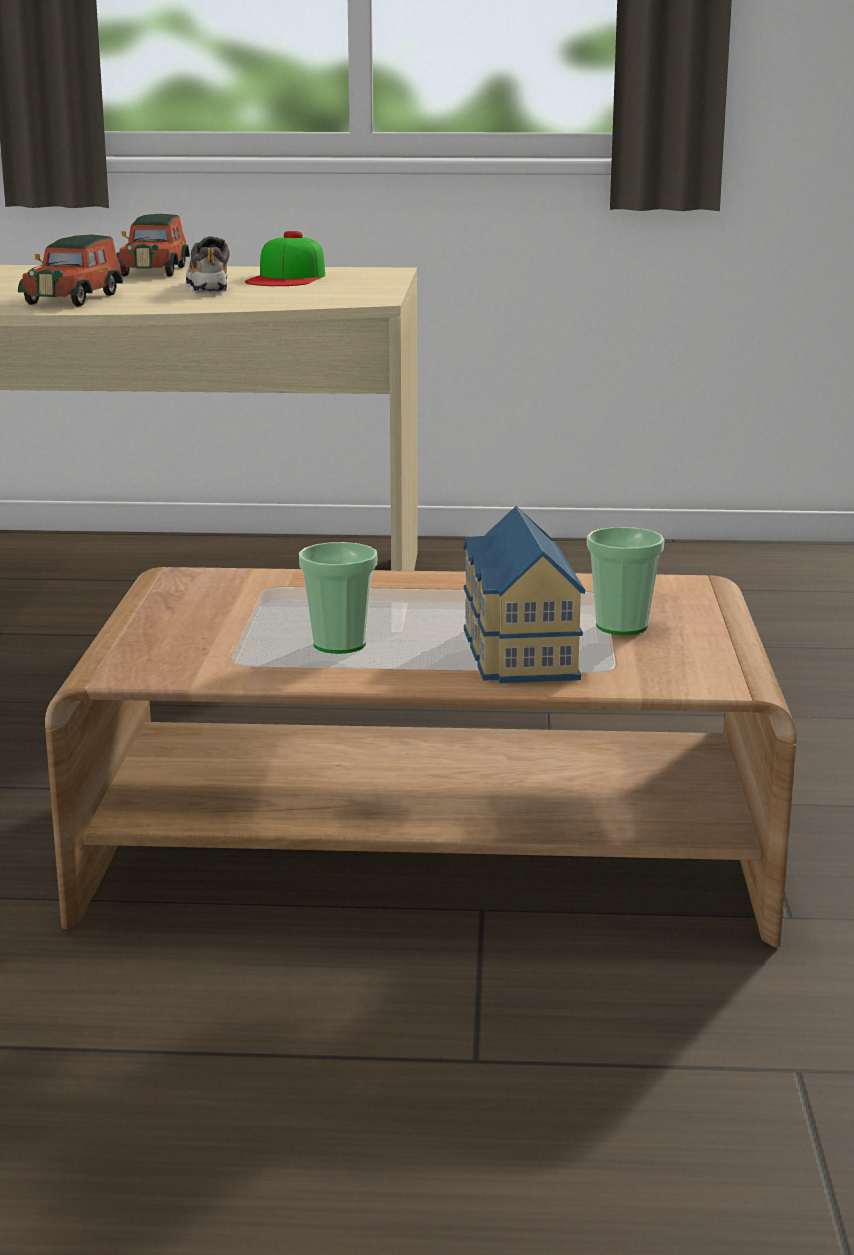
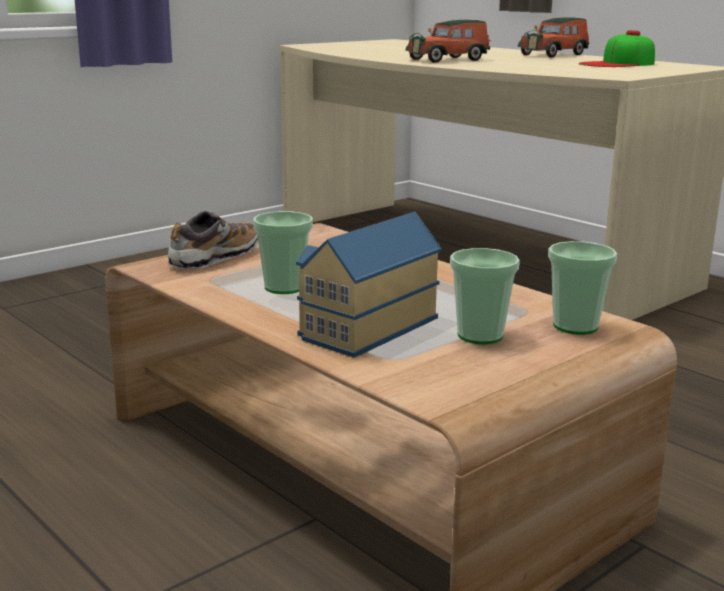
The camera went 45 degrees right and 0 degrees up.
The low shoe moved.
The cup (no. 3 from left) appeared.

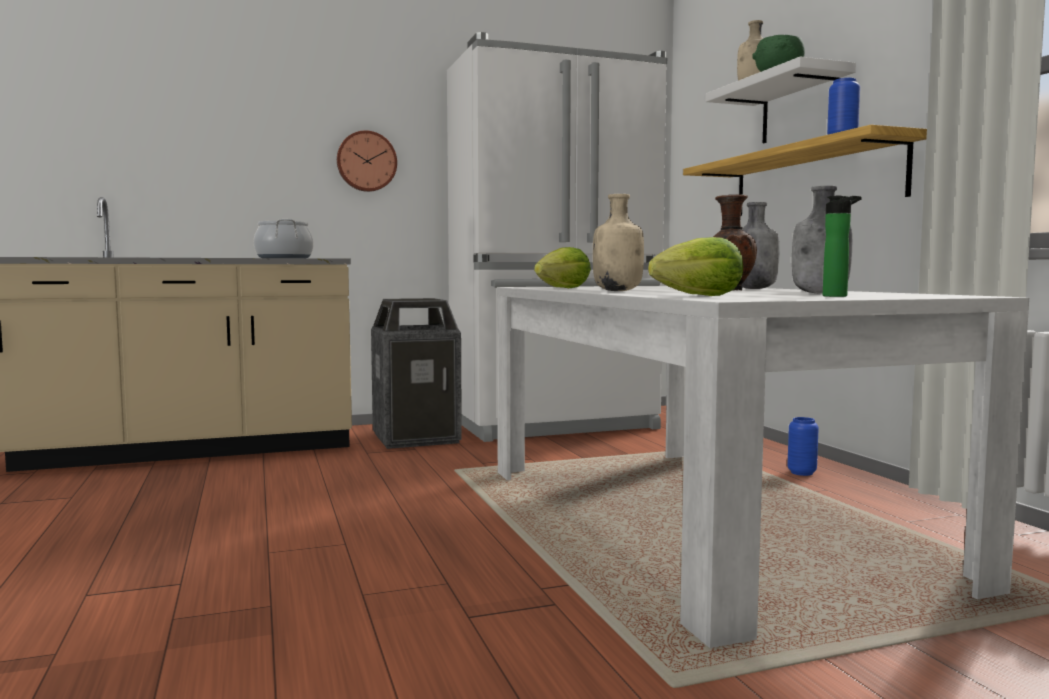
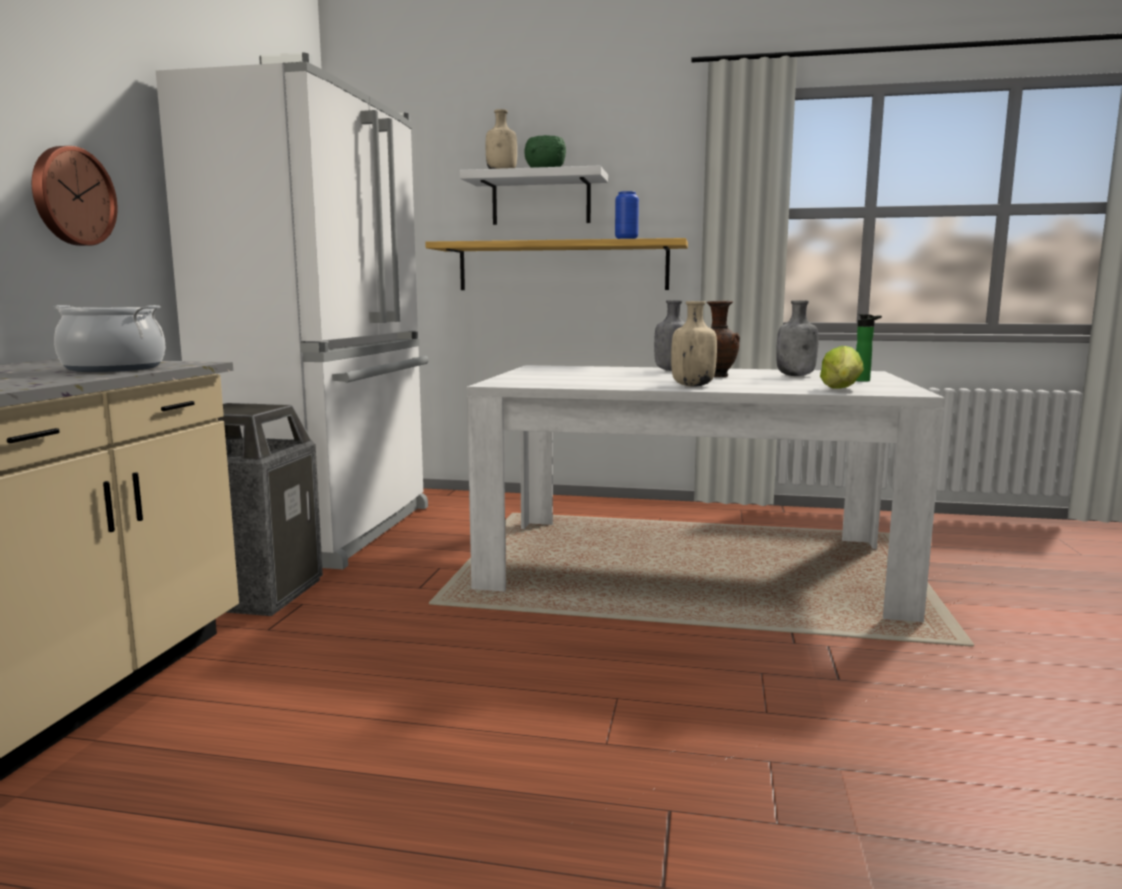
The camera went 60 degrees left and 5 degrees up.
The lettuce (no. 1 from left) disappeared.
The blue-coloured decorative vase (no. 1 from left) disappeared.

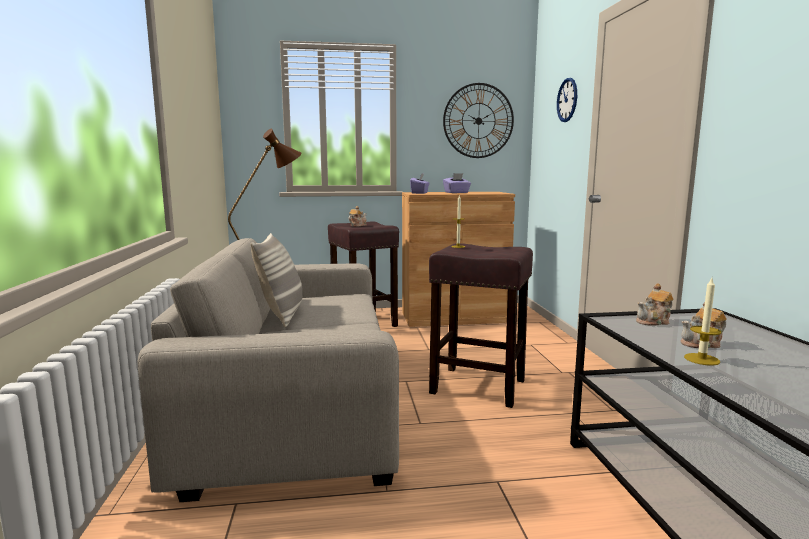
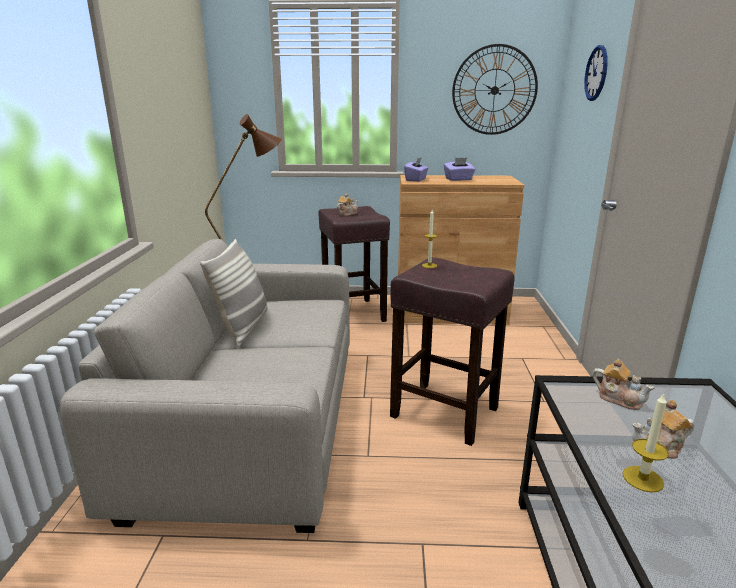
The camera went 10 degrees right and 10 degrees up.
The pot for tea (no. 2 from left) turned 120 degrees counterclockwise.

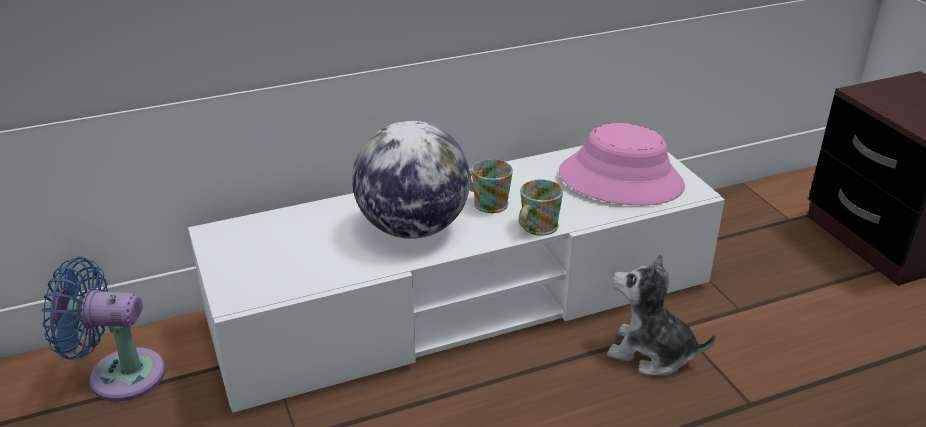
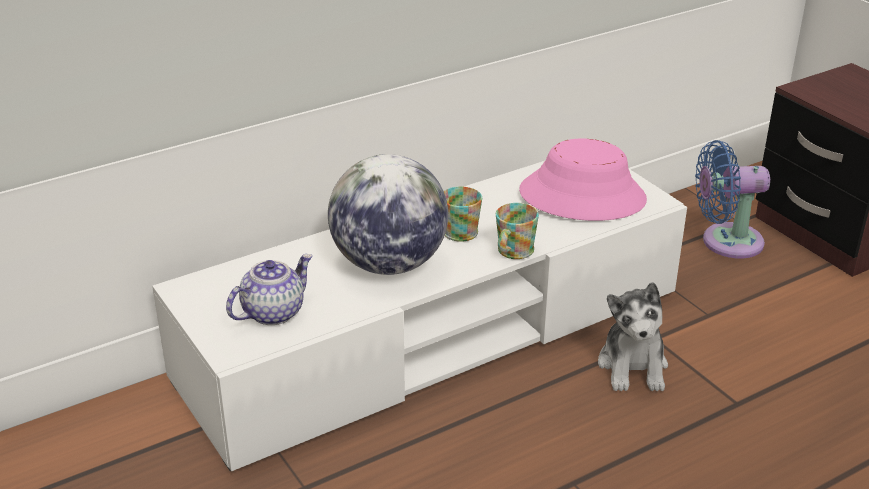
The camera went 10 degrees left and 0 degrees up.
The plush toy turned 105 degrees counterclockwise.
The blue-coloured fan moved.
The pot for tea appeared.

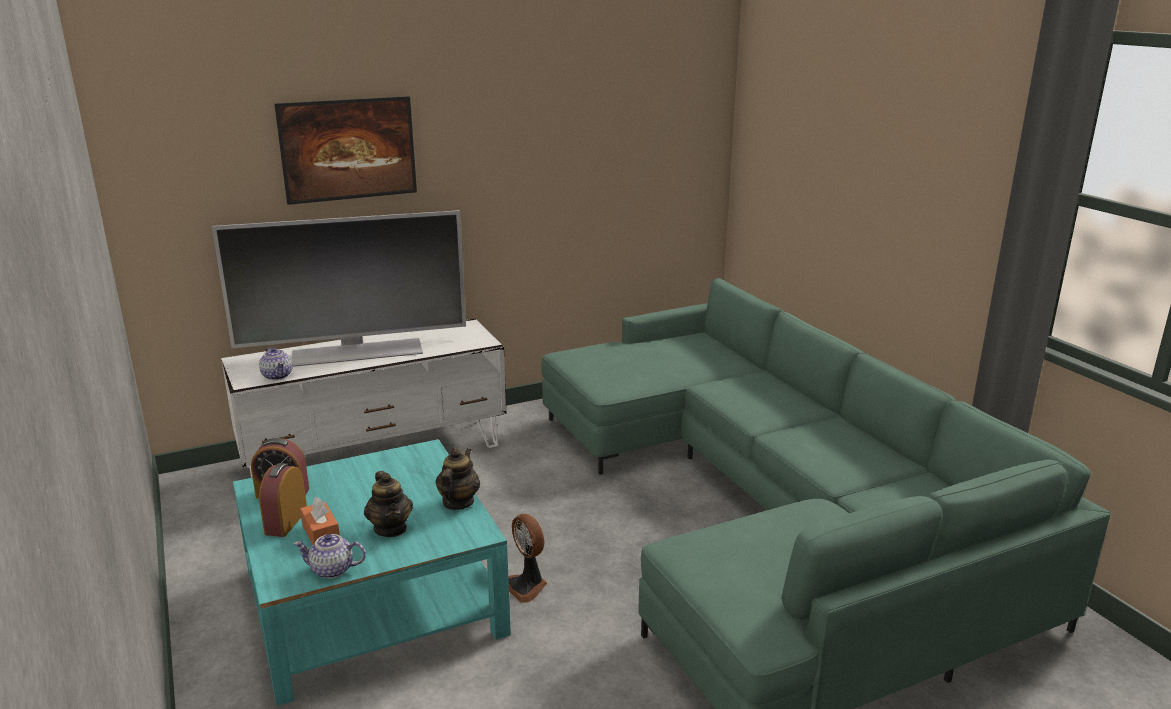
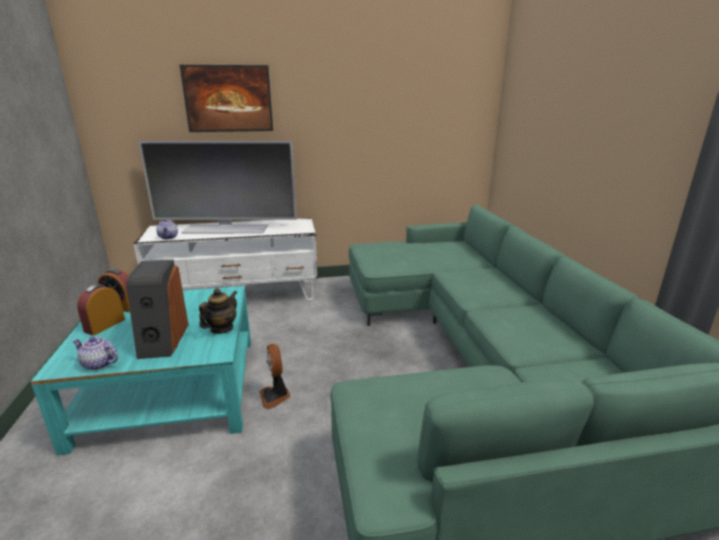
The camera went 15 degrees right and 0 degrees up.
The pot for tea (no. 3 from left) was replaced by the audio speaker.
The orange-coloured tissue box disappeared.

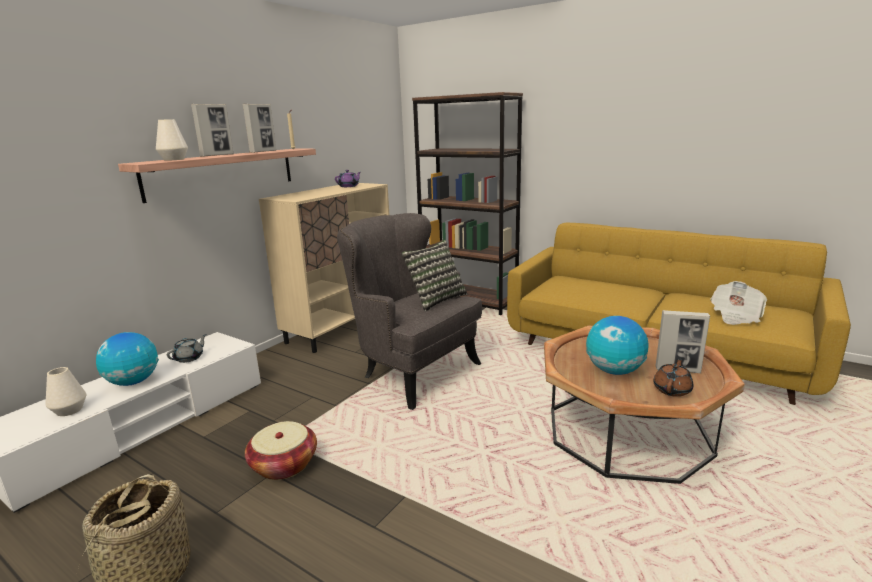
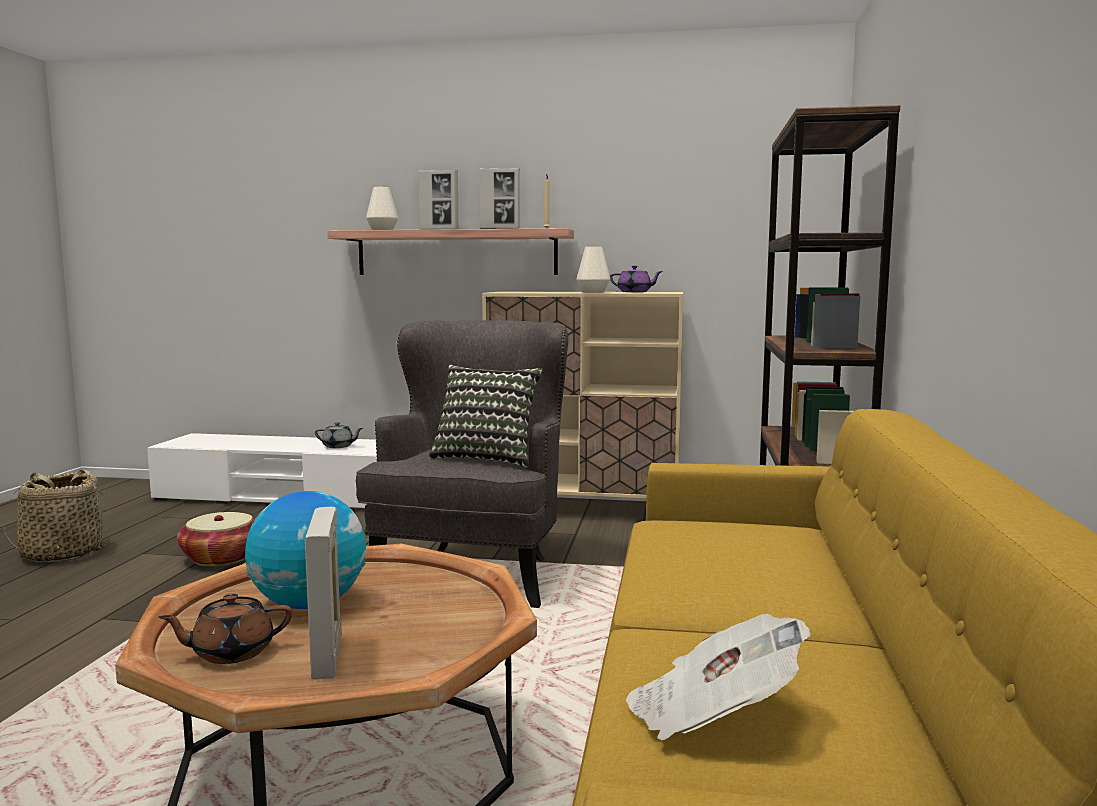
The camera went 65 degrees right and 10 degrees down.
The world globe (no. 1 from left) disappeared.
The brown pot for tea turned 150 degrees clockwise.
The whitish decorative vase (no. 1 from left in the first image) moved.

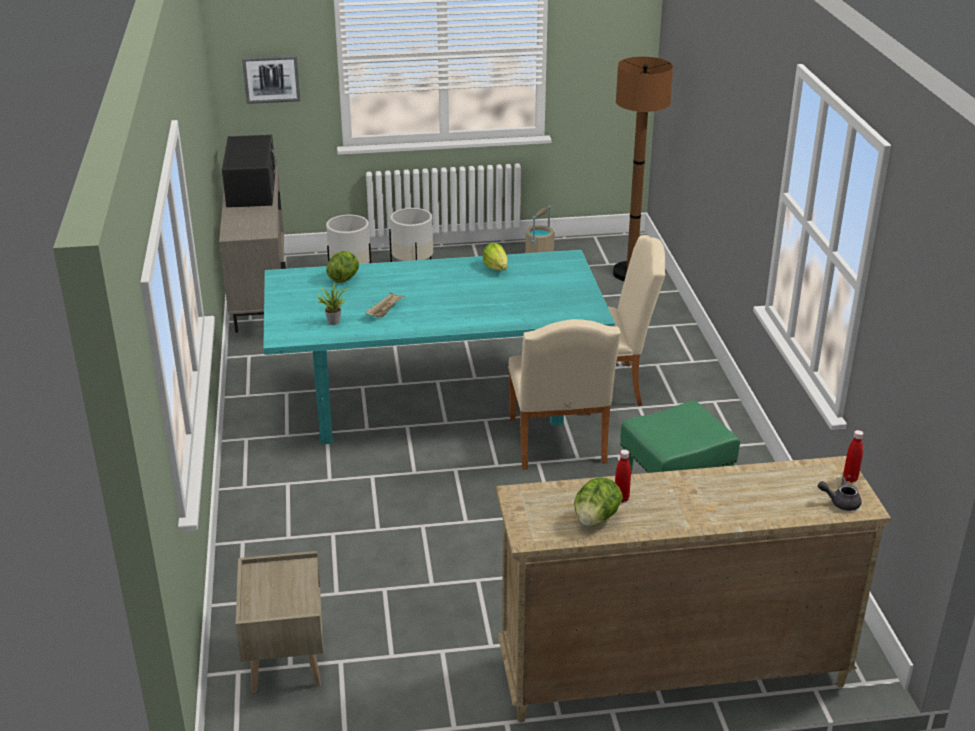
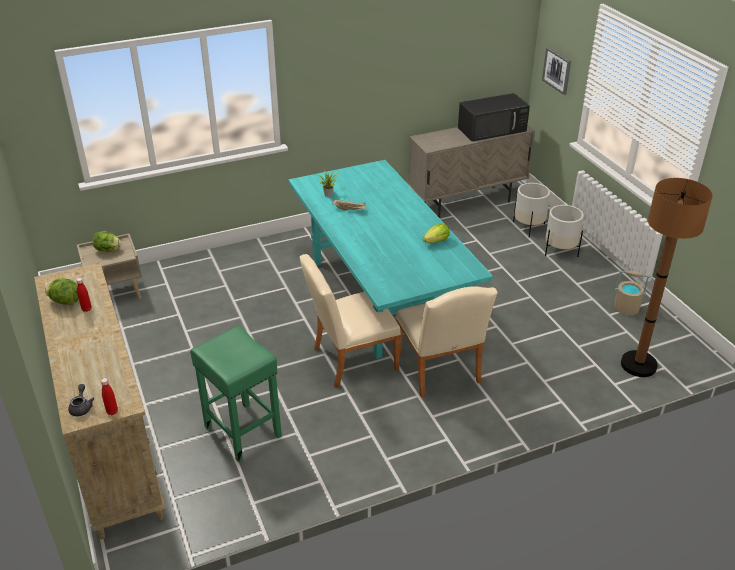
The camera went 75 degrees right and 5 degrees up.
The lettuce (no. 1 from left in the first image) moved.

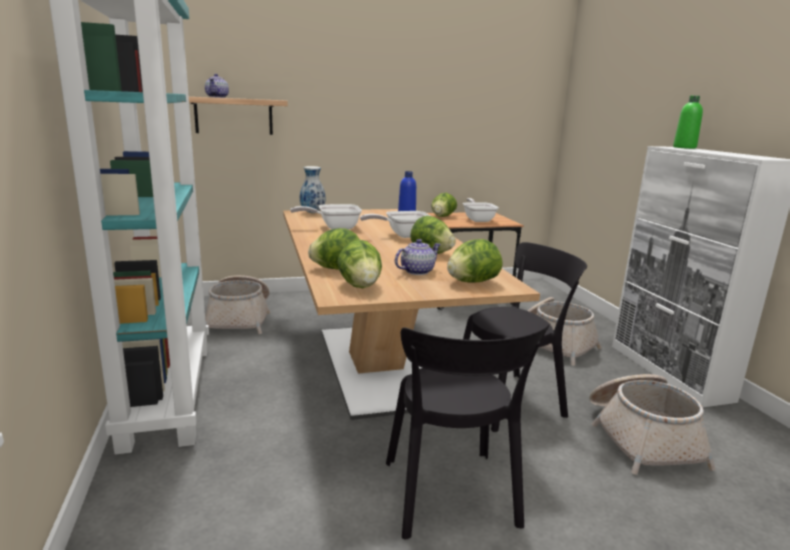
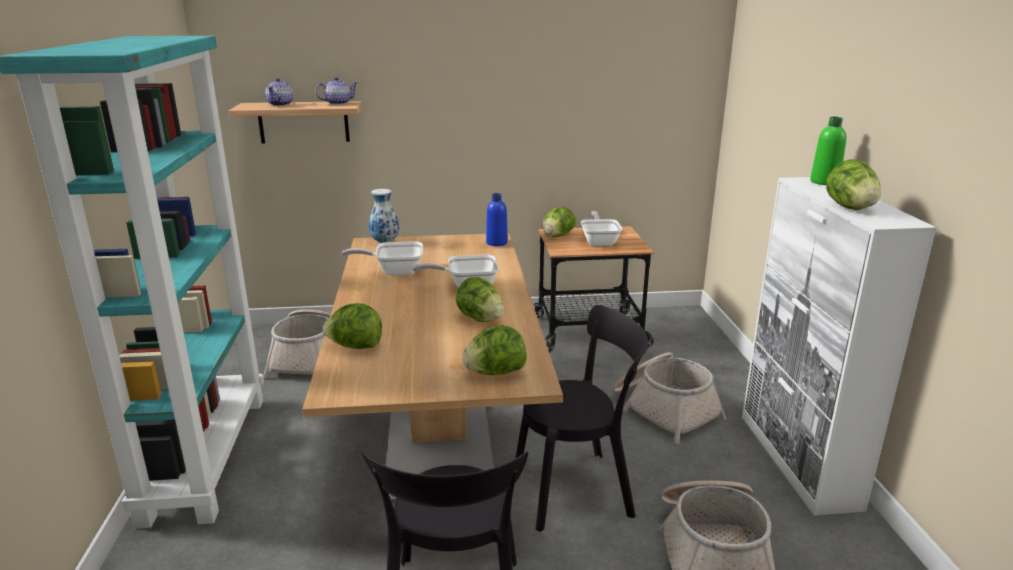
The camera went 10 degrees right and 5 degrees up.
The lettuce (no. 2 from left in the first image) moved.
The pot for tea (no. 2 from left) moved.

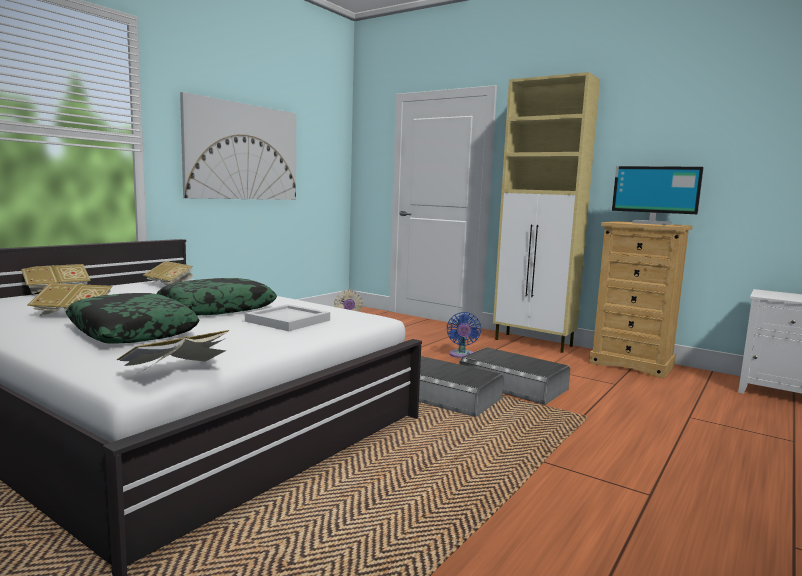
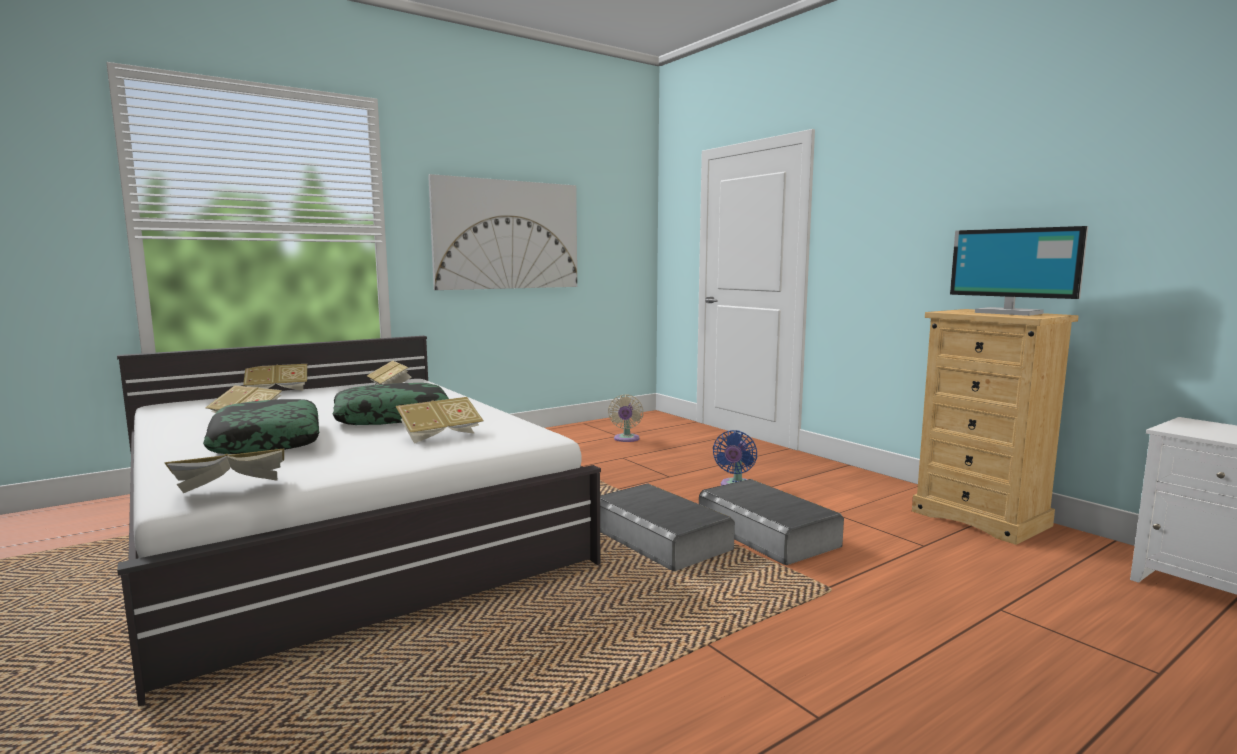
The camera went 20 degrees right and 0 degrees up.
The beige-coloured cabinet disappeared.
The whitish serving tray was replaced by the volume (no. 5 from left).

